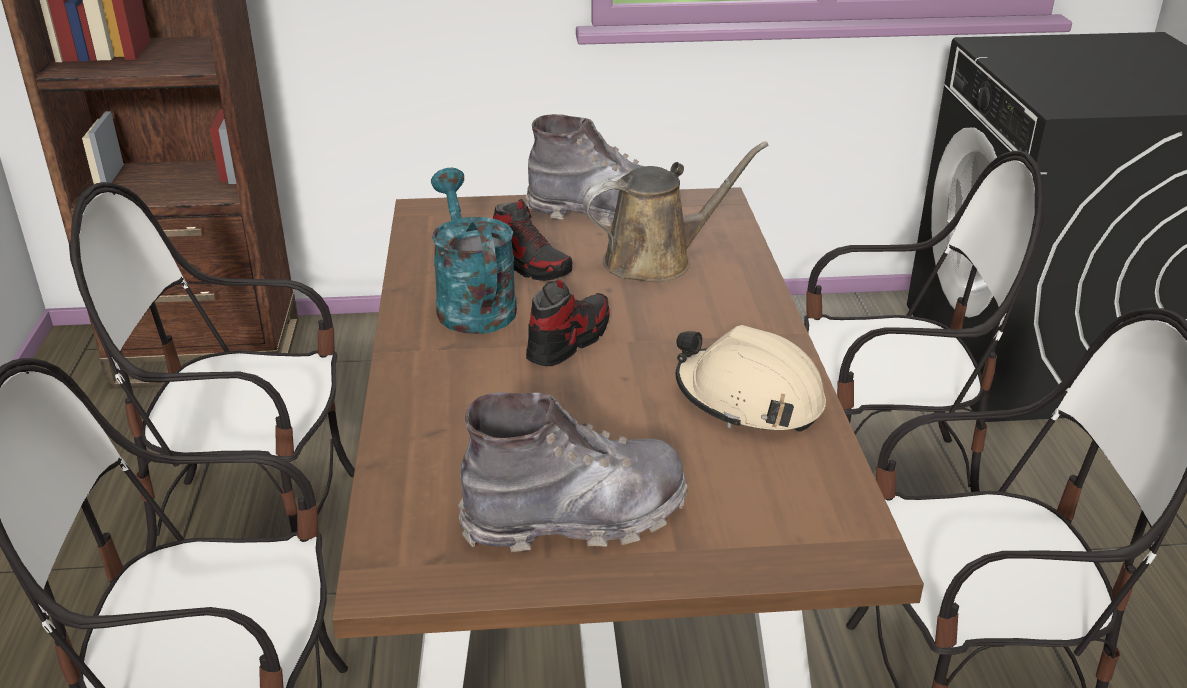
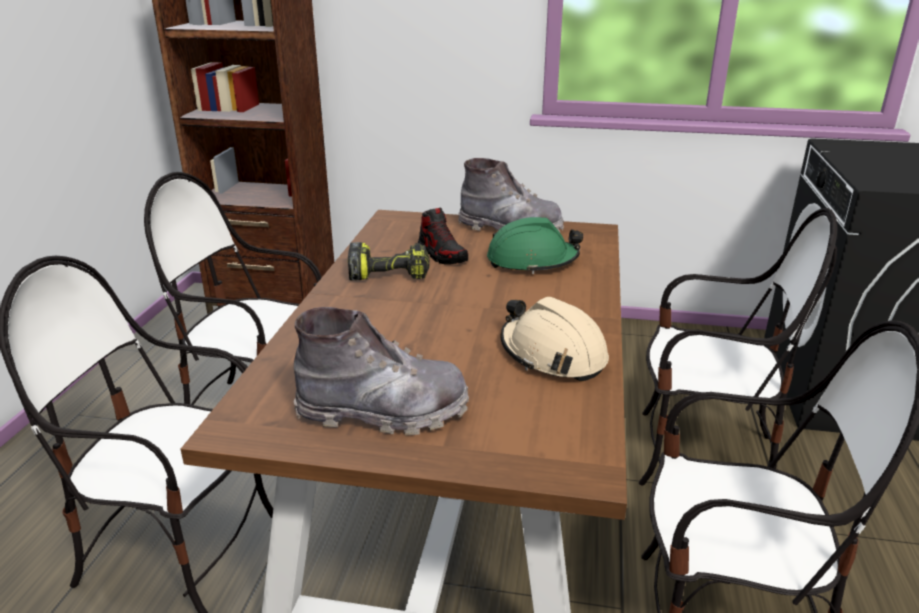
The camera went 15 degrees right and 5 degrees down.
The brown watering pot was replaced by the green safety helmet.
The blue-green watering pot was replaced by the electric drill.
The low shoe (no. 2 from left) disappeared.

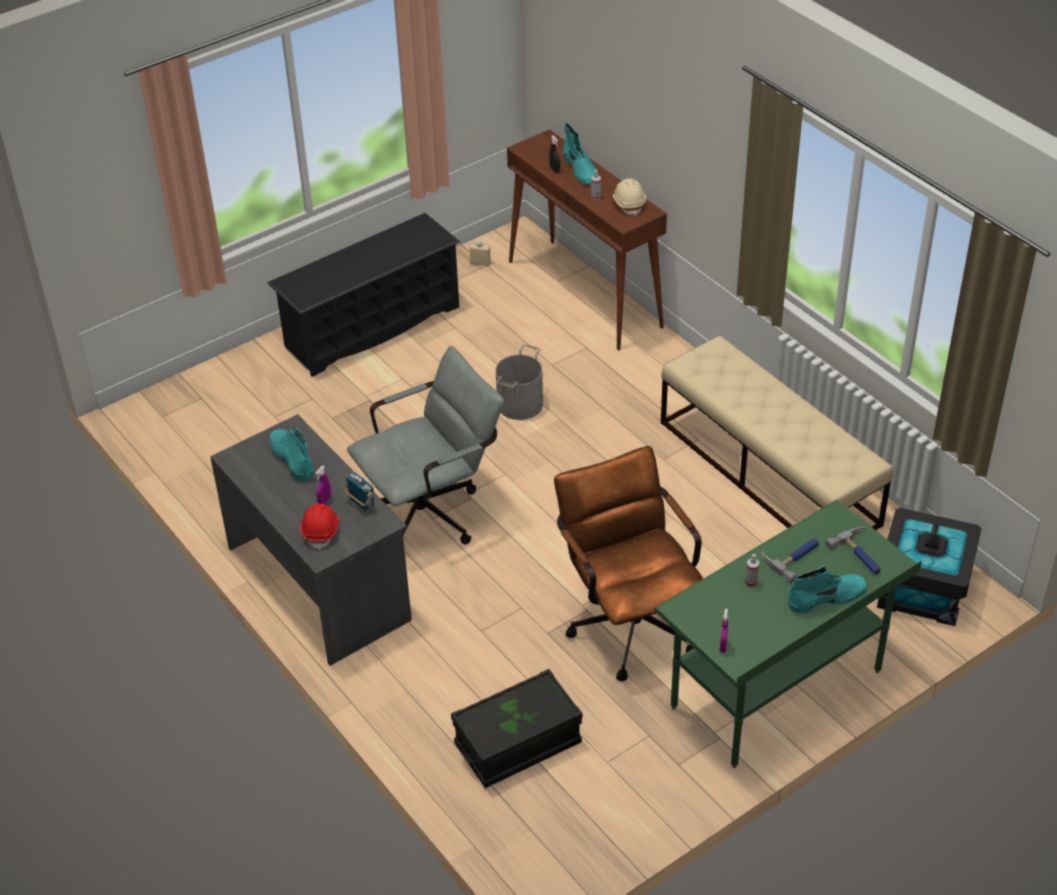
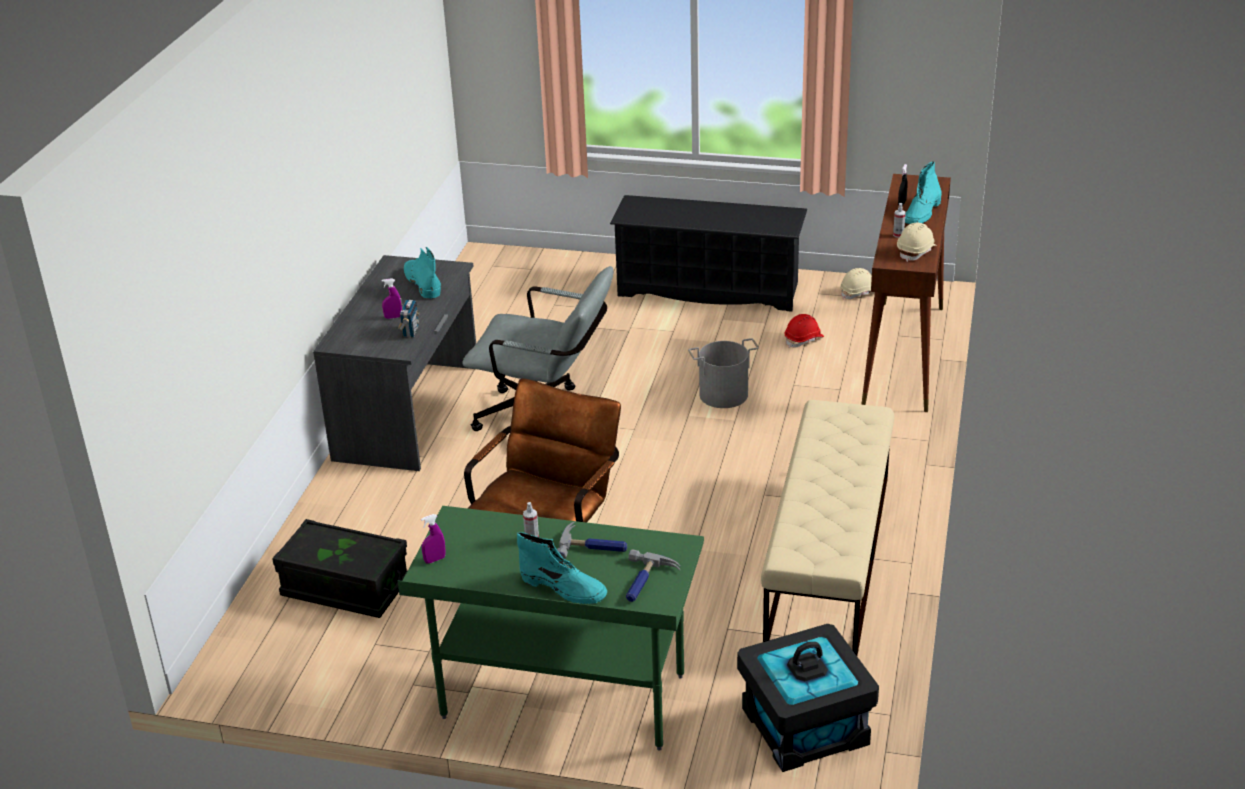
The camera went 50 degrees right and 10 degrees down.
The beige-coloured bottle was replaced by the beige-coloured safety helmet (no. 1 from left).
The blue-green boot (no. 1 from left) turned 45 degrees counterclockwise.
The reddish safety helmet moved.

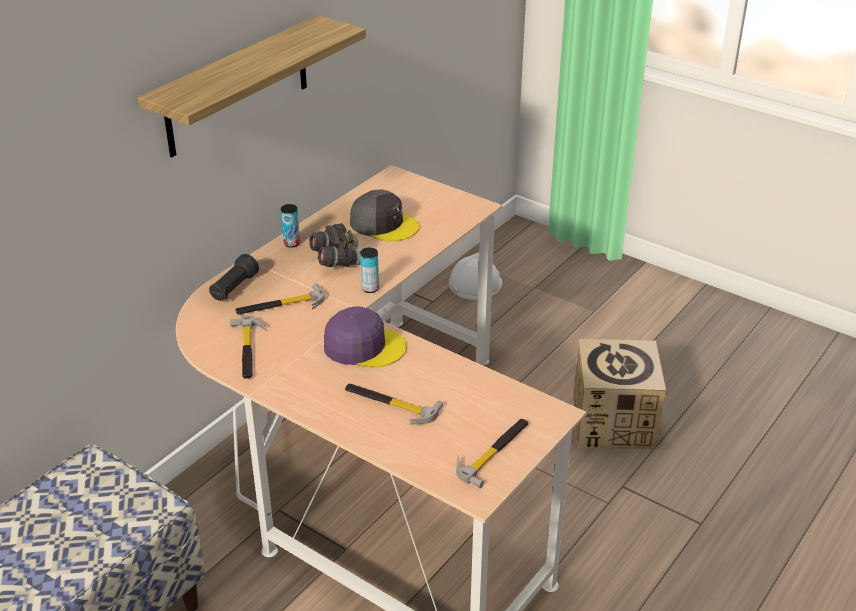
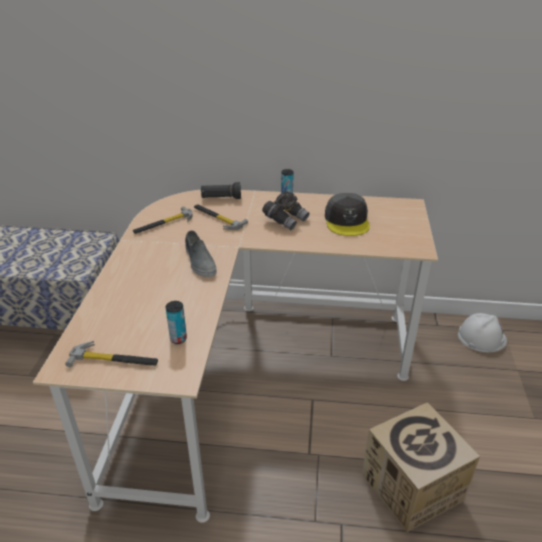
The camera went 60 degrees right and 0 degrees up.
The wall shelf disappeared.
The can (no. 2 from left in the first image) moved.
The purple baseball cap was replaced by the greyish low shoe.
The tool hammer (no. 3 from left) disappeared.

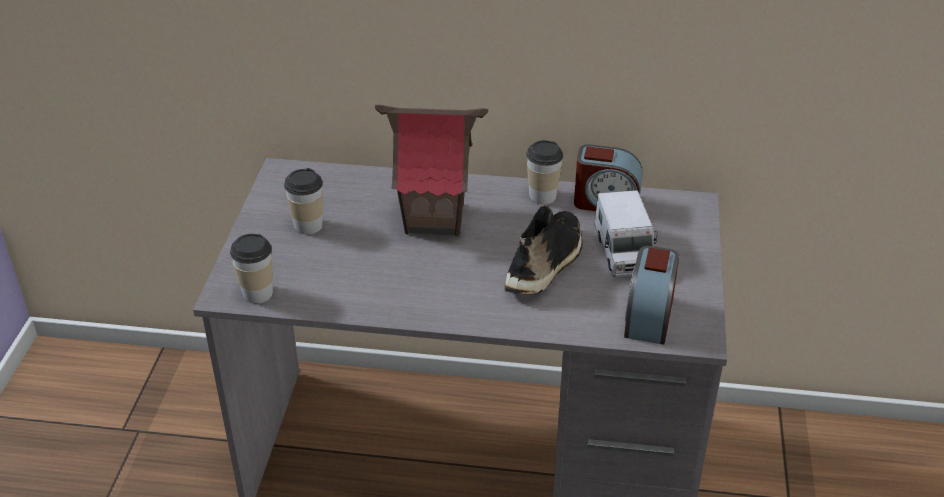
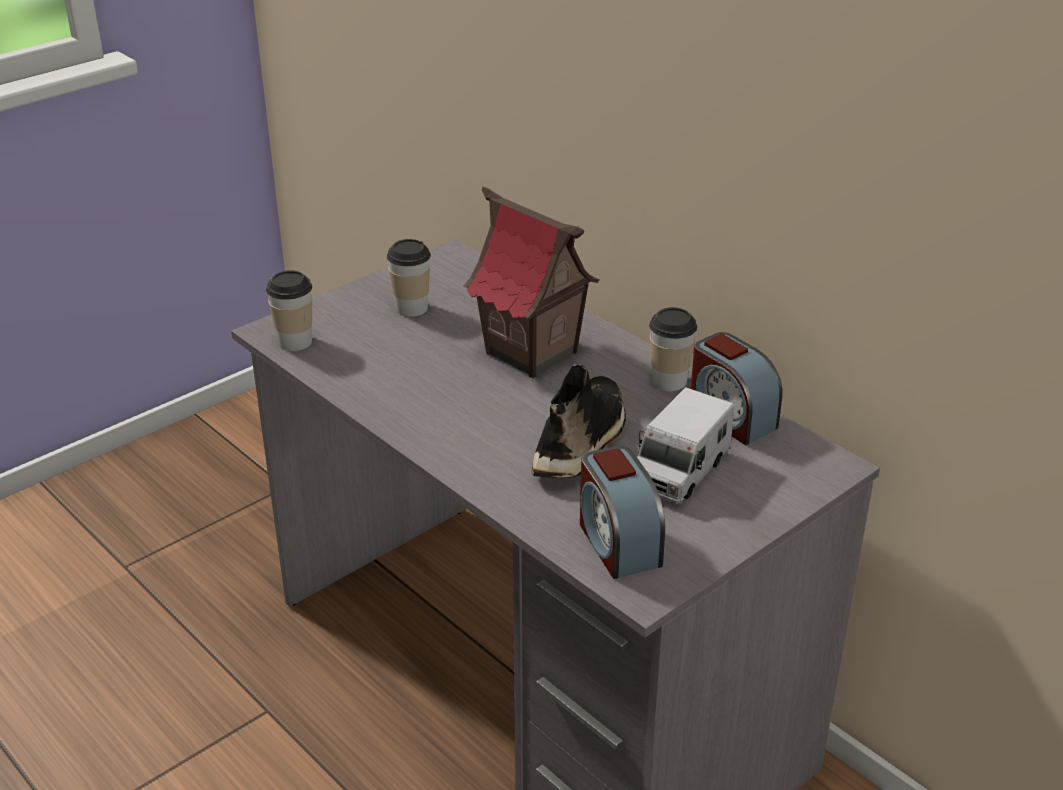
The camera went 40 degrees right and 5 degrees down.
The blackish low shoe turned 45 degrees counterclockwise.
The alarm clock (no. 2 from left in the first image) turned 75 degrees counterclockwise.

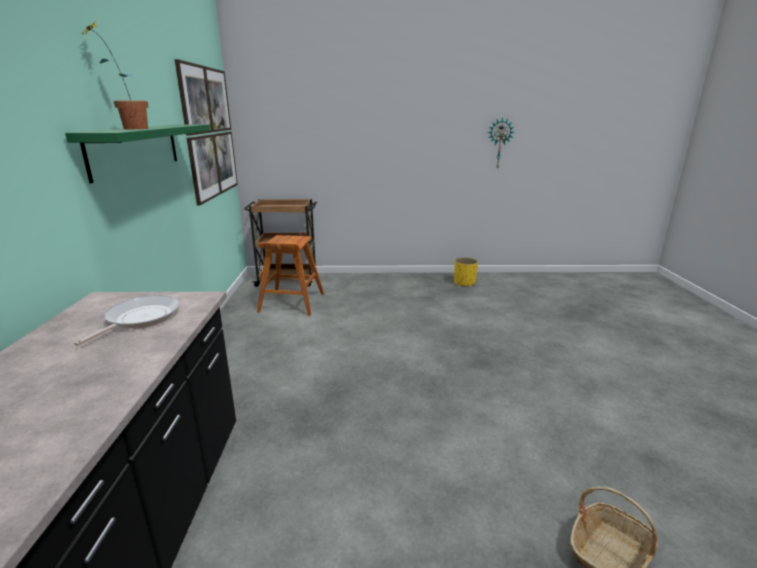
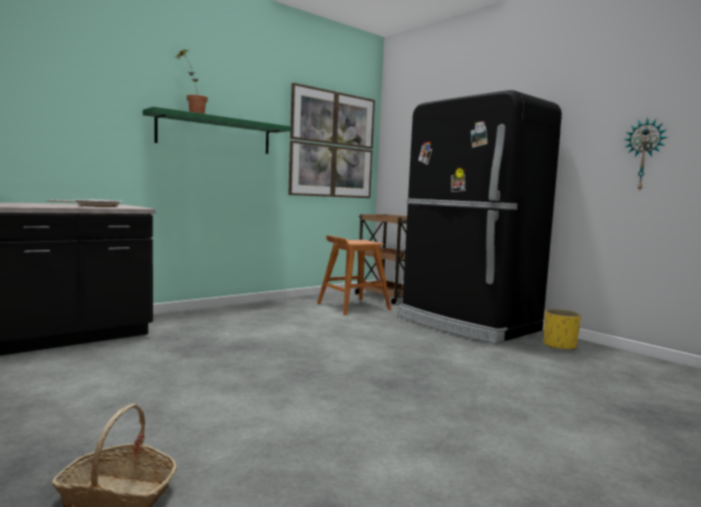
The camera went 50 degrees right and 15 degrees down.
The blackish fridge appeared.

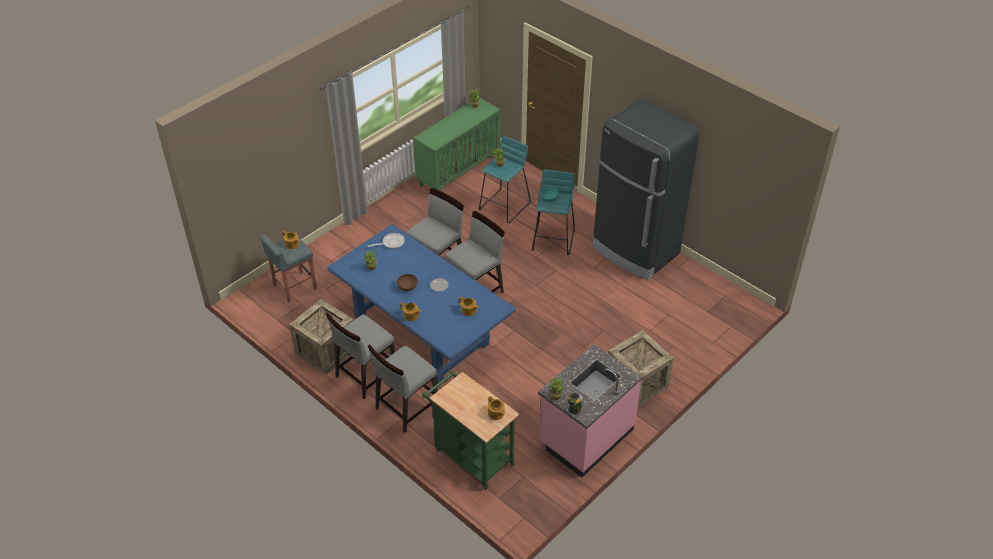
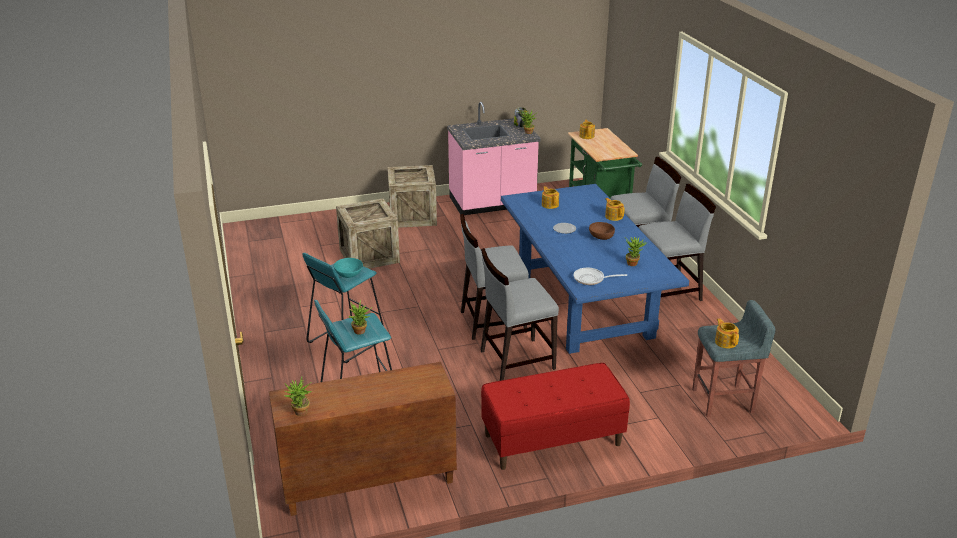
The camera went 150 degrees left and 15 degrees down.
The green cabinet became the brown cabinet.
The blackish fridge disappeared.
The packing crate (no. 1 from left) moved.
The reddish indoor bench appeared.

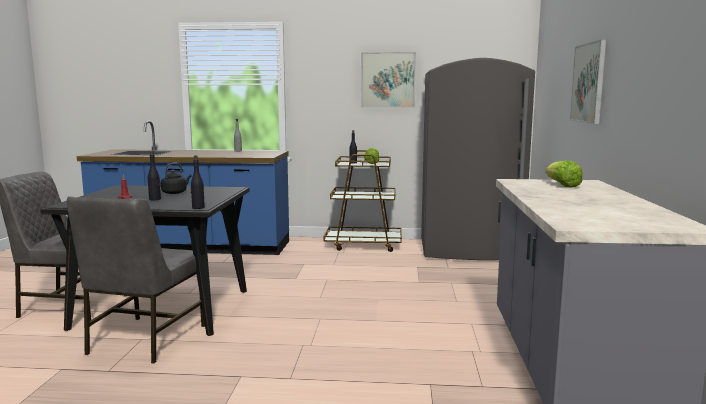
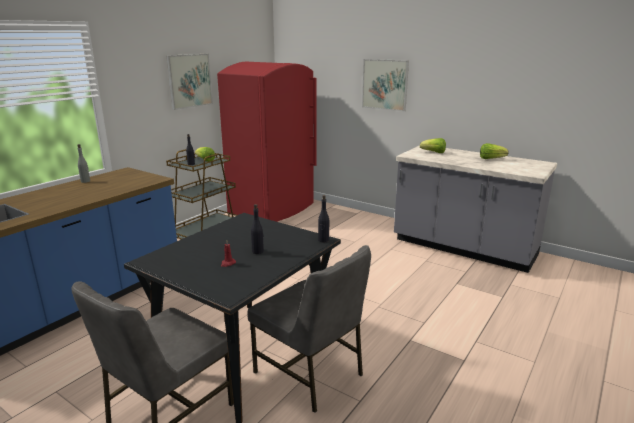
The camera went 60 degrees left and 10 degrees up.
The greyish fridge became the reddish fridge.
The blackish tea kettle disappeared.
The lettuce (no. 3 from left) appeared.

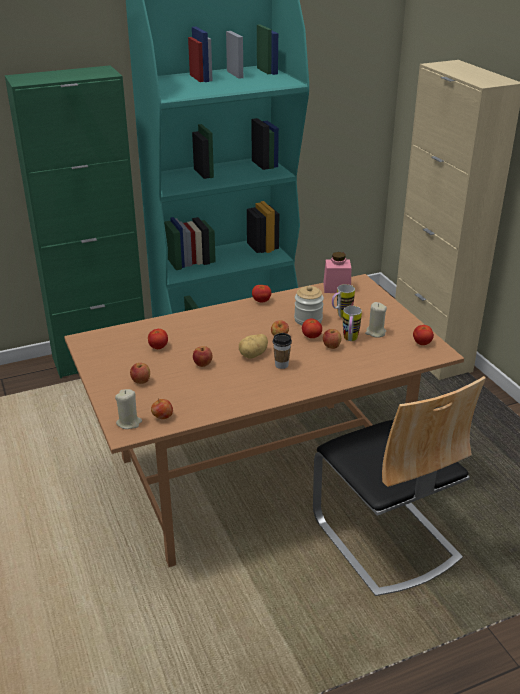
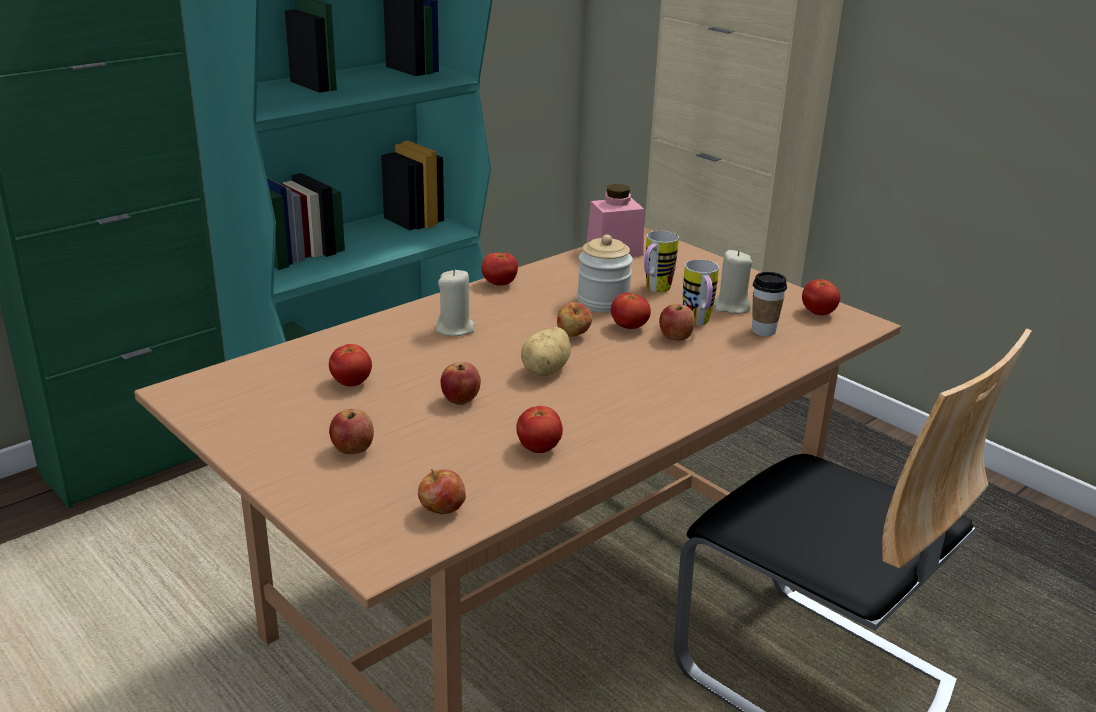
The camera went 20 degrees left and 5 degrees down.
The cup moved.
The beige-coloured wax candle (no. 1 from left) moved.
The tomato (no. 3 from left) appeared.

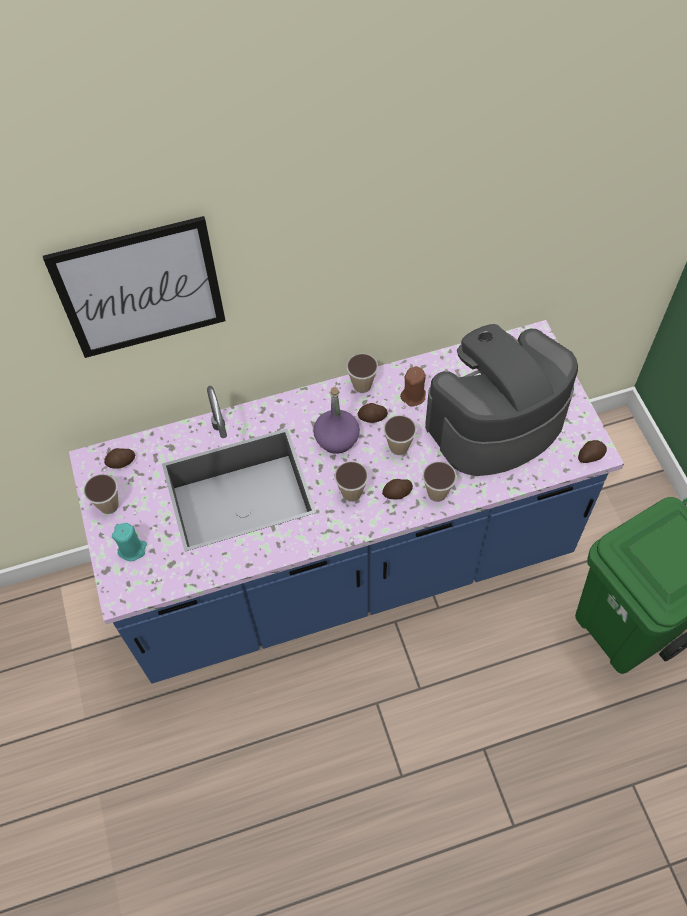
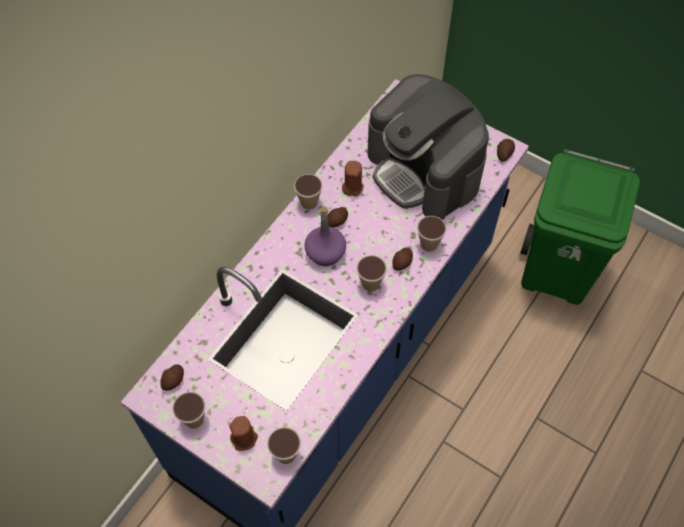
The camera went 40 degrees left and 0 degrees up.
The wall picture disappeared.
The coffee maker turned 60 degrees counterclockwise.
The cup (no. 4 from left in the first image) moved.
The blue-green wax candle became the brown wax candle (no. 1 from left).

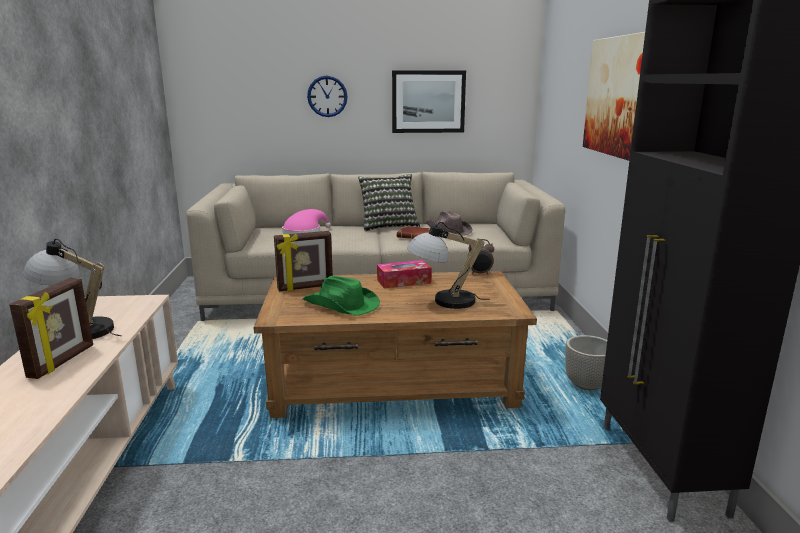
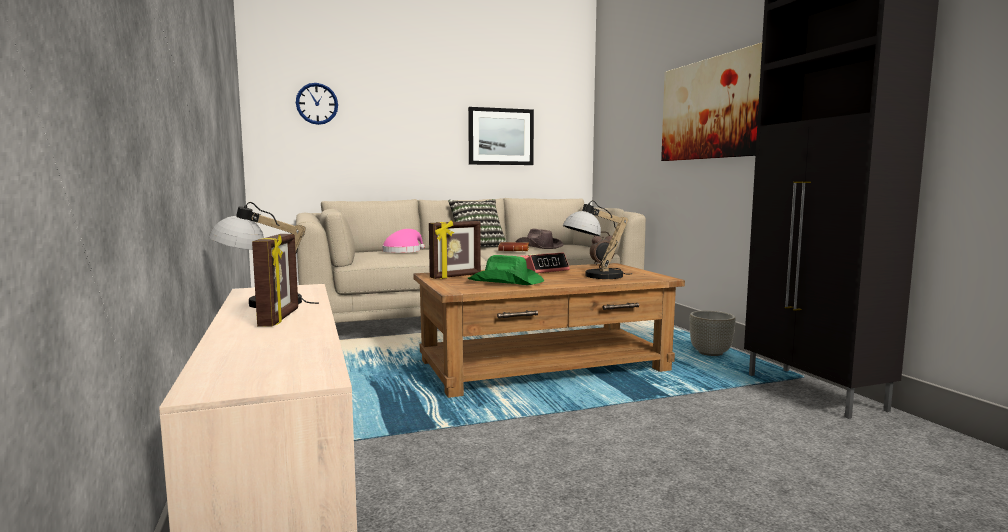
The camera went 15 degrees left and 10 degrees down.
The wall clock moved.
The tissue box was replaced by the alarm clock (no. 1 from left).

